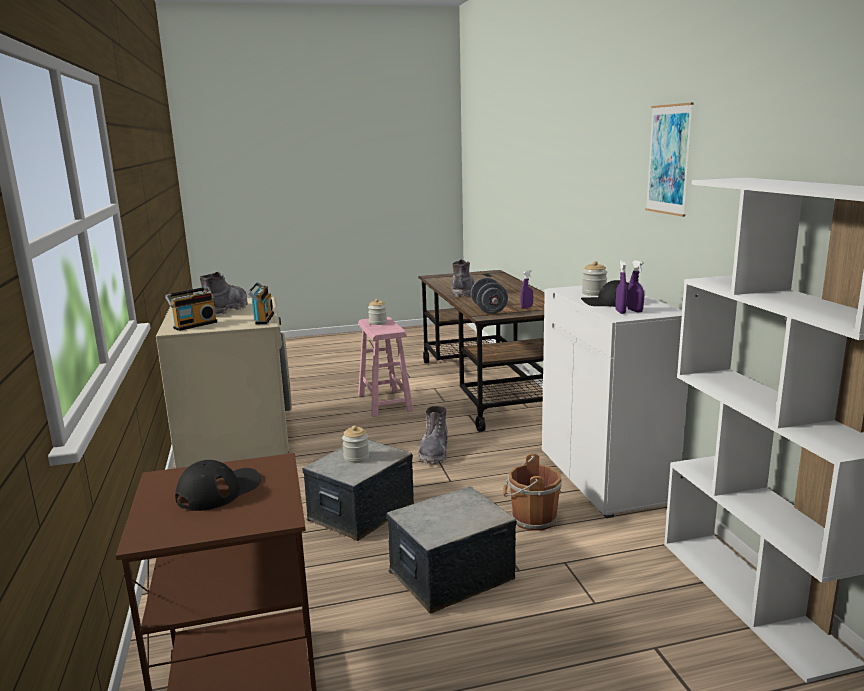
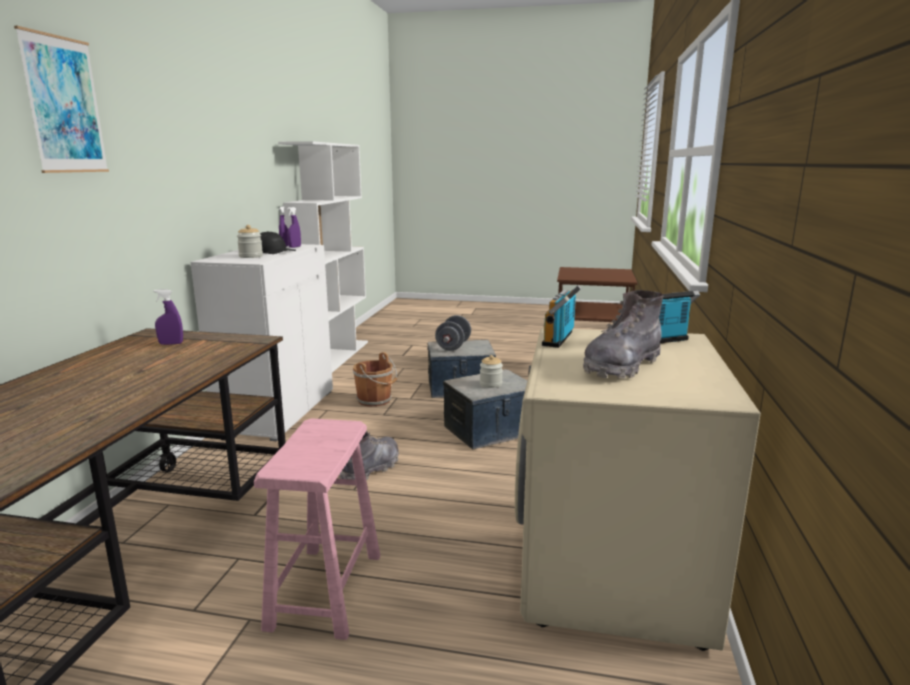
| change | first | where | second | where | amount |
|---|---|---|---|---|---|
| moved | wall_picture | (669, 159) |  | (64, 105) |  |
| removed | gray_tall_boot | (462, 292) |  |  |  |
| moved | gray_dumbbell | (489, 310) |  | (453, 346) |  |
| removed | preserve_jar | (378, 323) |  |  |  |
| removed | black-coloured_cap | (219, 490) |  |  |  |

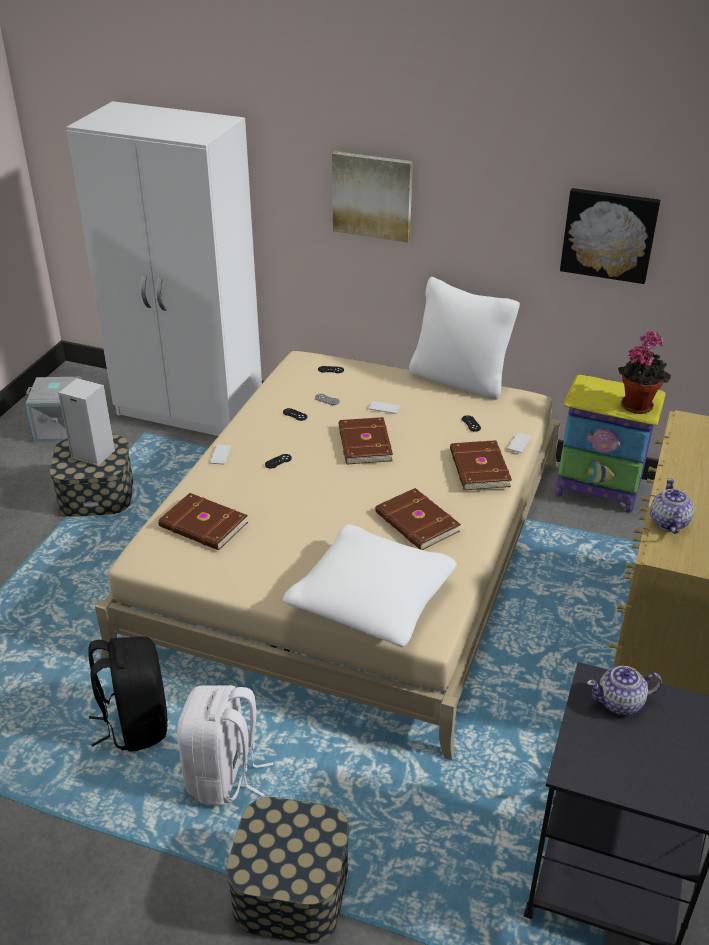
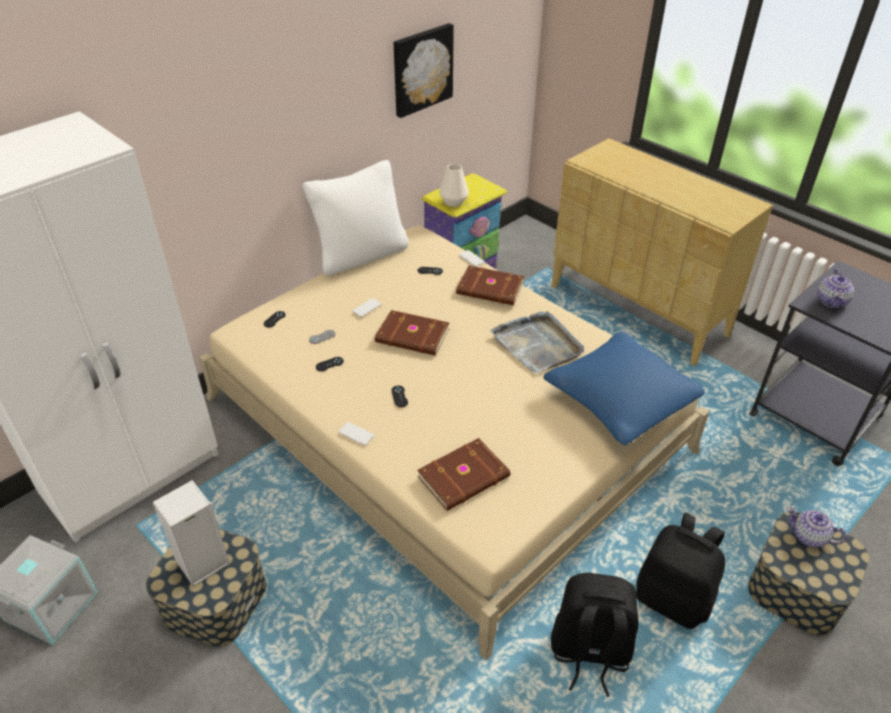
| change | first | where | second | where | amount |
|---|---|---|---|---|---|
| removed | wall_picture | (372, 196) |  |  |  |
| removed | potted_plant | (637, 404) |  |  |  |
| moved | tea_pot | (668, 522) |  | (809, 537) |  |
| replaced | brown-coloured_book | (416, 523) | gray_tray | (538, 344) |  |
| recoloured | white_pillow | (372, 600) | bluish_pillow | (620, 400) |  |
| recoloured | white_backpack | (224, 776) | black-coloured_backpack | (673, 599) |  |
| added |  |  | white_vase | (453, 202) |  |

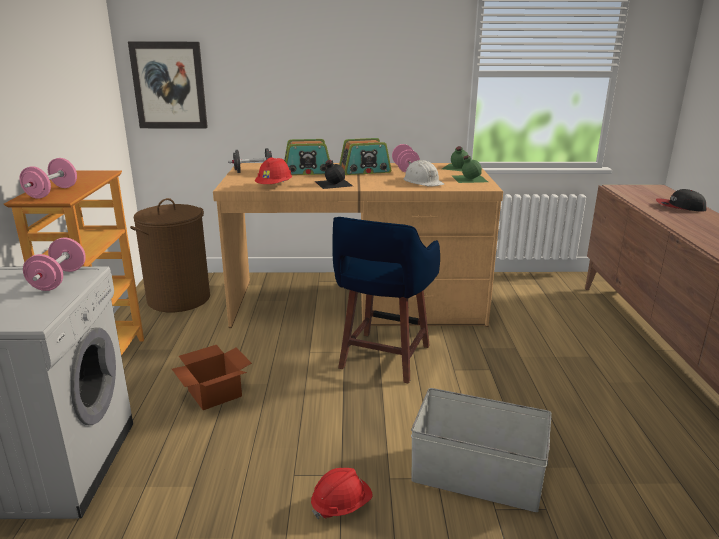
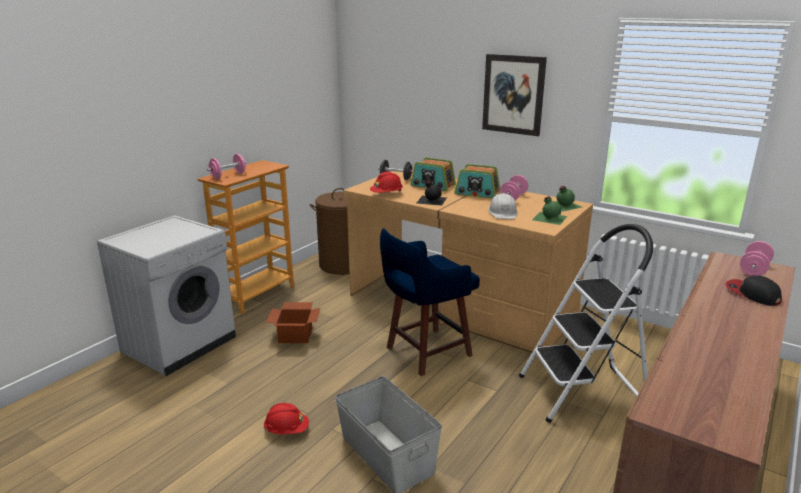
| change | first | where | second | where | amount |
|---|---|---|---|---|---|
| moved | wall_picture | (169, 85) |  | (513, 94) |  |
| moved | pinkish_dumbbell | (59, 280) |  | (754, 269) |  |
| added |  |  | stepladder | (586, 393) |  |

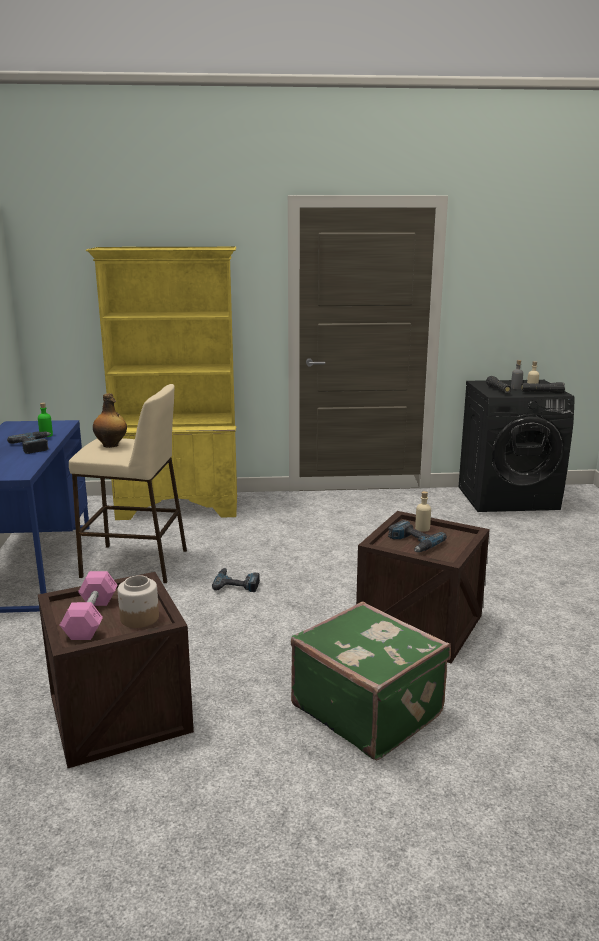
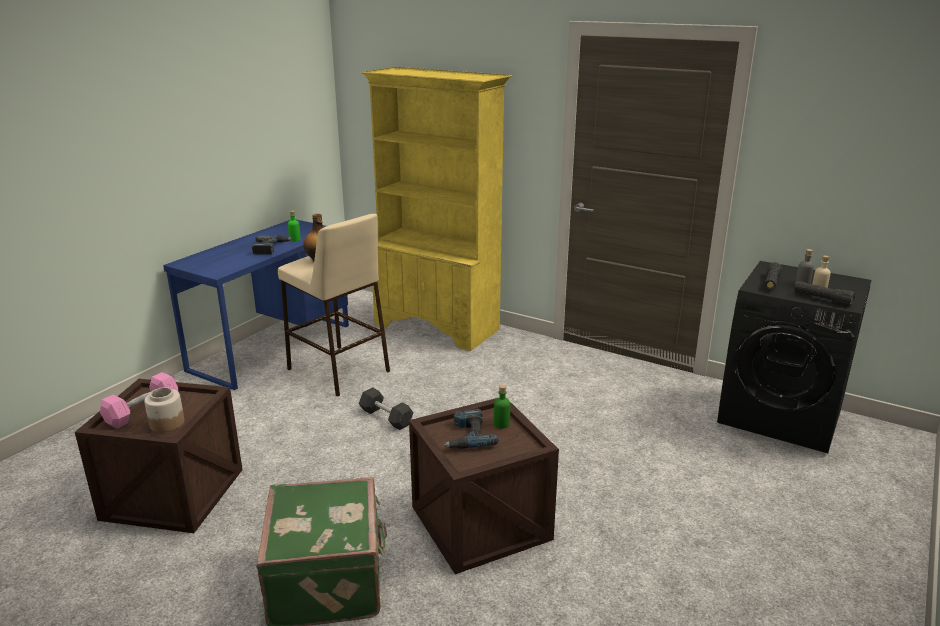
| change | first | where | second | where | amount |
|---|---|---|---|---|---|
| recoloured | beige_beverage_bottle | (422, 528) | green-coloured_beverage_bottle | (501, 424) |  |
| replaced | power_drill | (237, 584) | gray_dumbbell | (386, 417) |  |

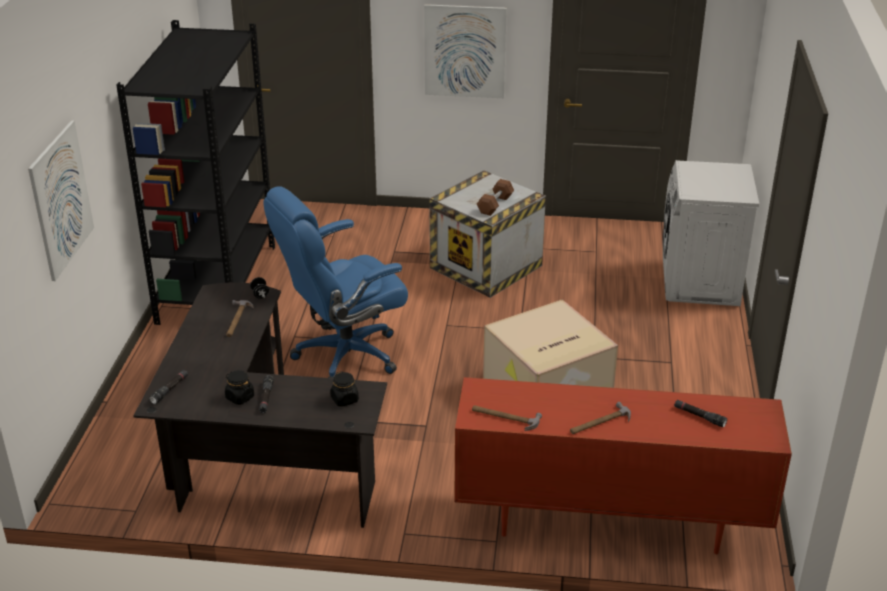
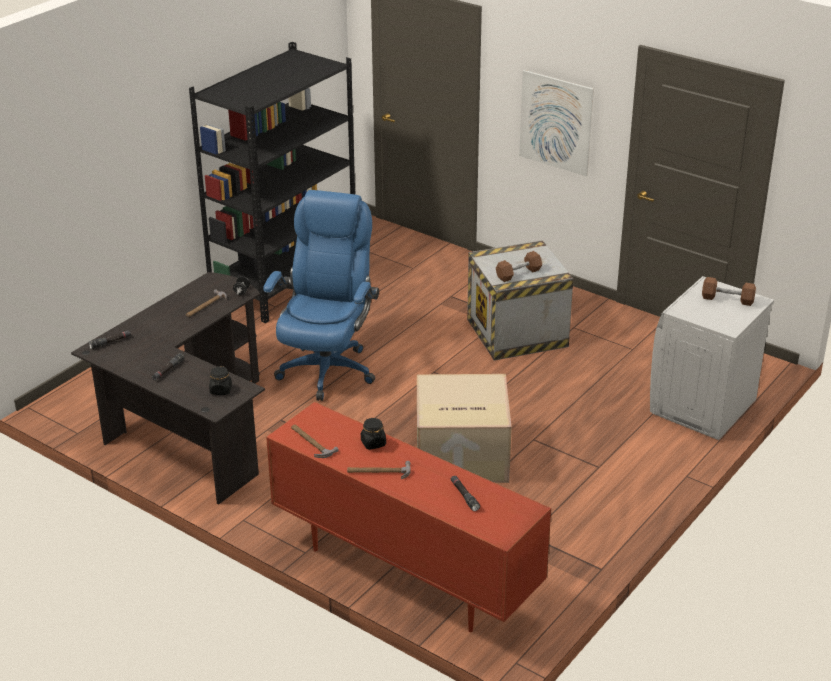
| change | first | where | second | where | amount |
|---|---|---|---|---|---|
| removed | wall_picture | (61, 200) |  |  |  |
| turned | bluish_computer_chair | (344, 356) |  | (327, 370) | 105 degrees clockwise |
| moved | black-coloured_preserve_jar | (239, 397) |  | (373, 443) |  |
| added |  |  | brown-coloured_dumbbell | (727, 299) |  |

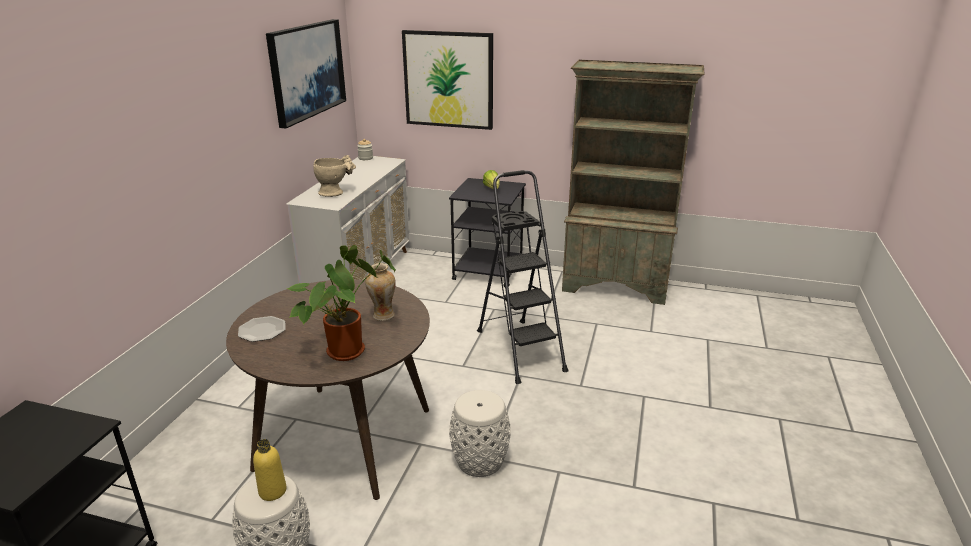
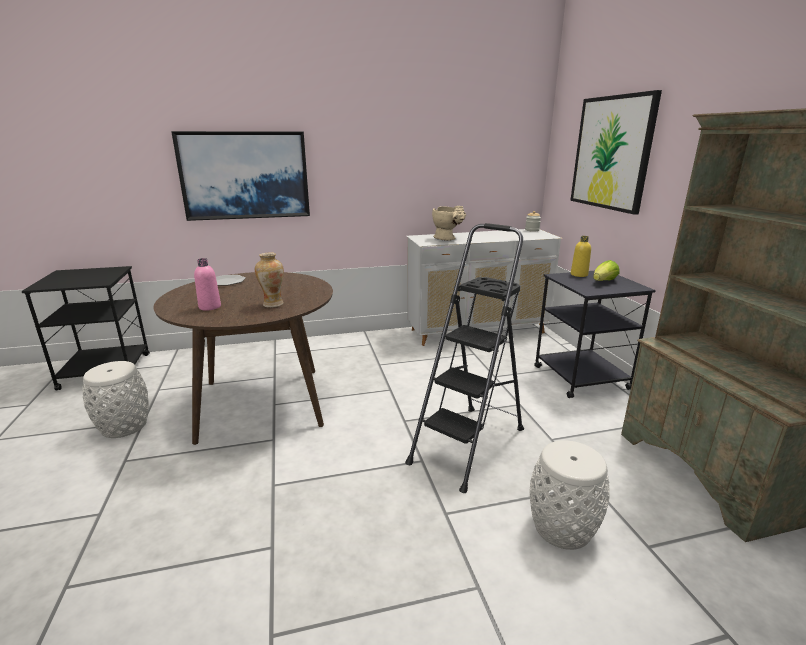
| change | first | where | second | where | amount |
|---|---|---|---|---|---|
| moved | wall_picture | (307, 70) |  | (245, 175) |  |
| replaced | potted_plant | (347, 349) | pinkish_beverage_bottle | (210, 307) |  |
| moved | white_stool_seat | (480, 461) |  | (562, 528) |  |
| moved | yellow-coloured_beverage_bottle | (272, 491) |  | (579, 275) |  |

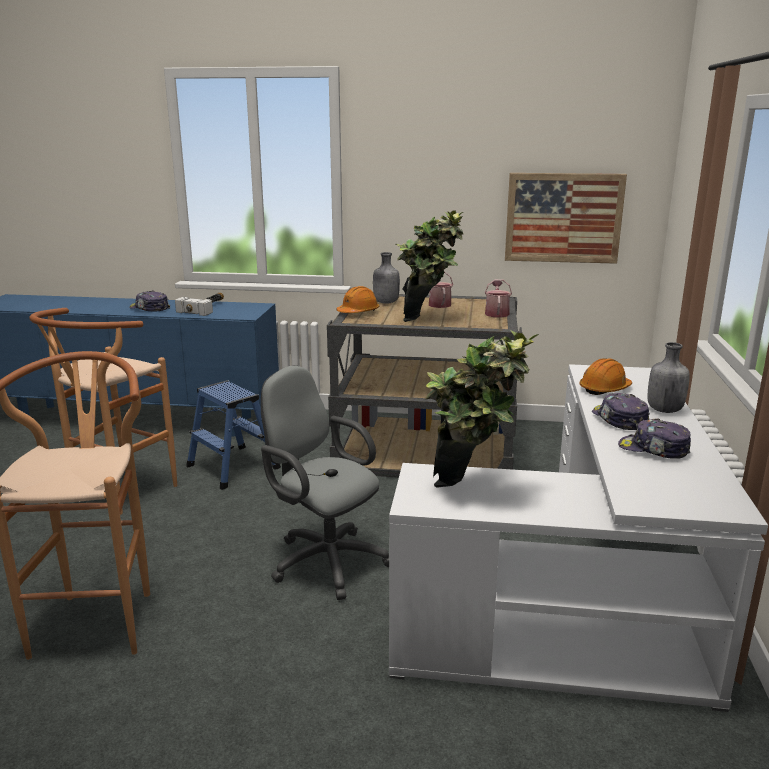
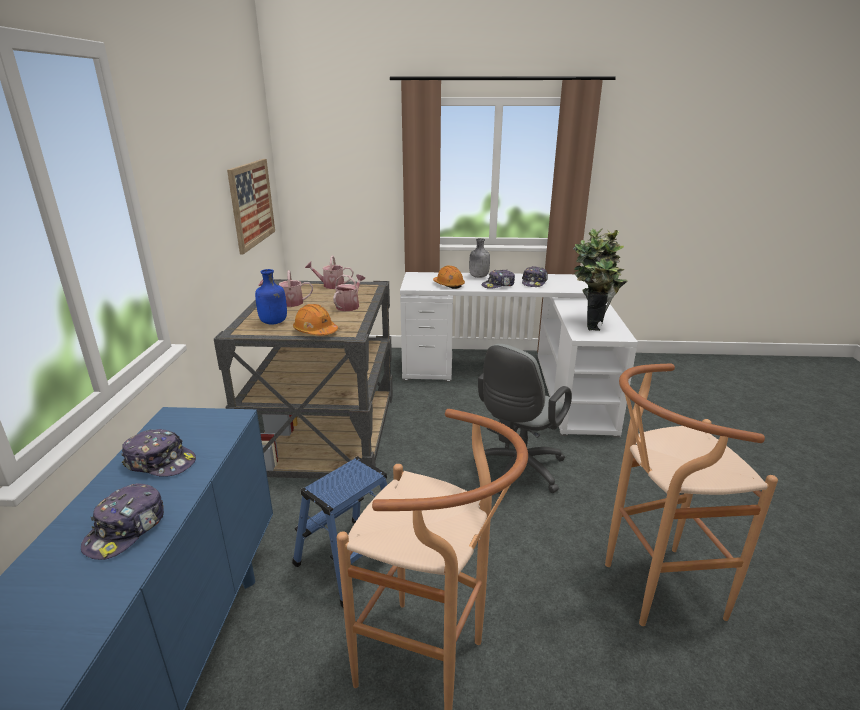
| change | first | where | second | where | amount |
|---|---|---|---|---|---|
| replaced | potted_plant | (428, 320) | watering_pot | (349, 306) |  |
| recoloured | gray_beverage_bottle | (385, 302) | bluish_beverage_bottle | (274, 323) |  |
| replaced | tool_hammer | (206, 308) | cap | (161, 462) |  |

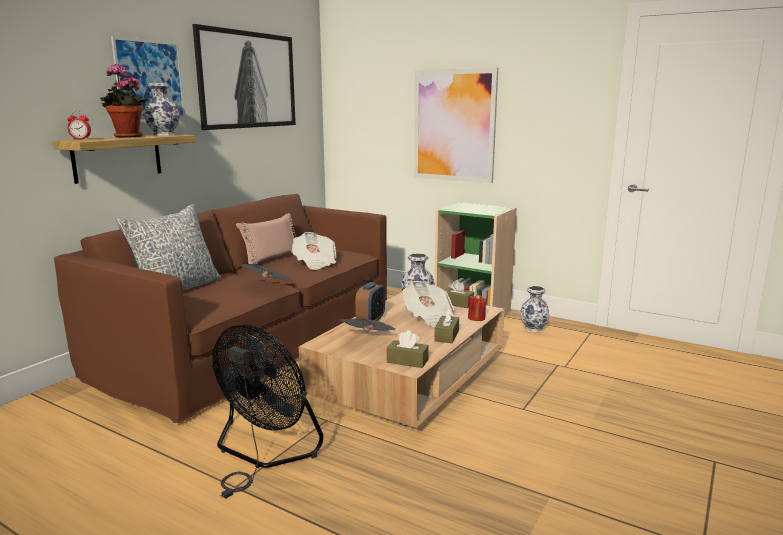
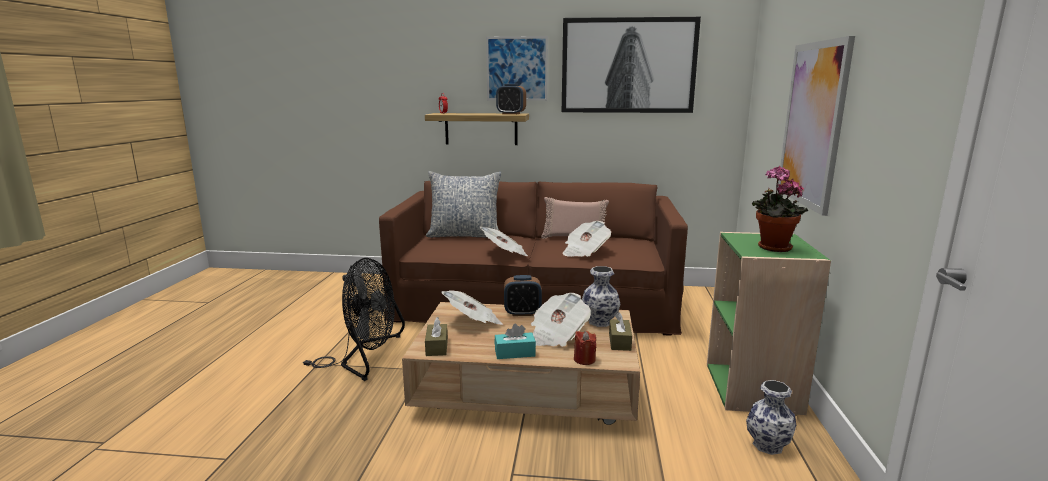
| change | first | where | second | where | amount |
|---|---|---|---|---|---|
| moved | potted_plant | (127, 137) |  | (771, 248) |  |
| replaced | vase | (164, 134) | bedside_clock | (511, 114) |  |
| recoloured | brown-coloured_tissue_holder | (446, 336) | blue-green_tissue_holder | (515, 353) |  |

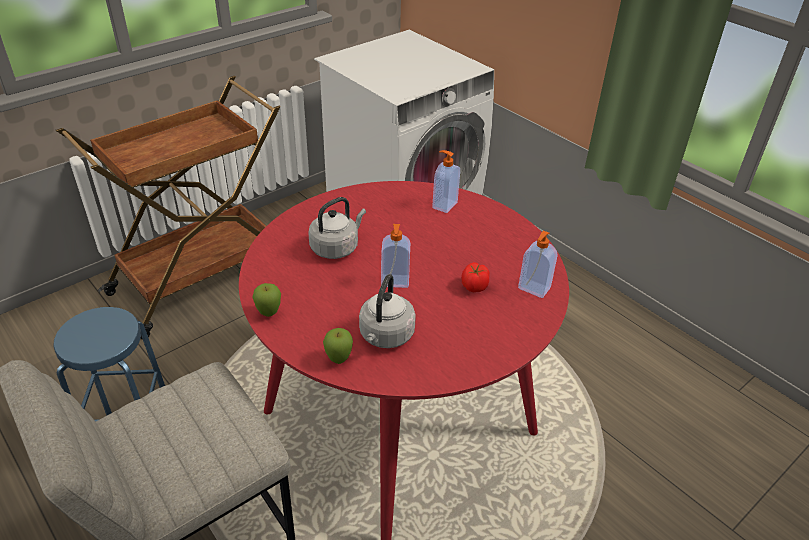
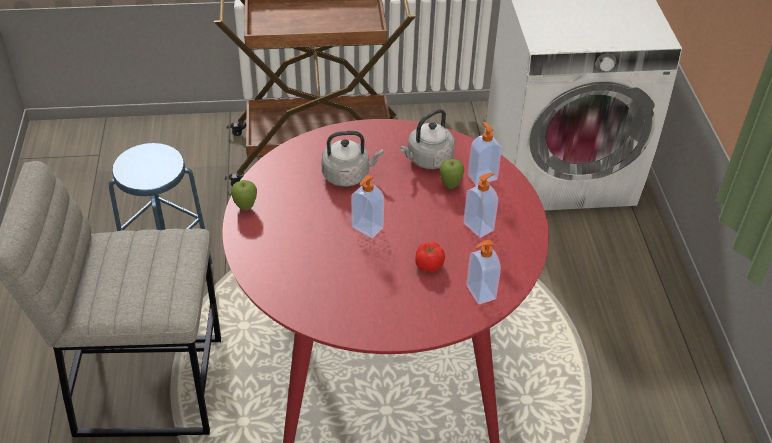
| change | first | where | second | where | amount |
|---|---|---|---|---|---|
| moved | gray_tea_kettle | (385, 336) |  | (428, 160) |  |
| moved | apple | (339, 360) |  | (450, 186) |  |
| added |  |  | soap_bottle | (479, 226) |  |

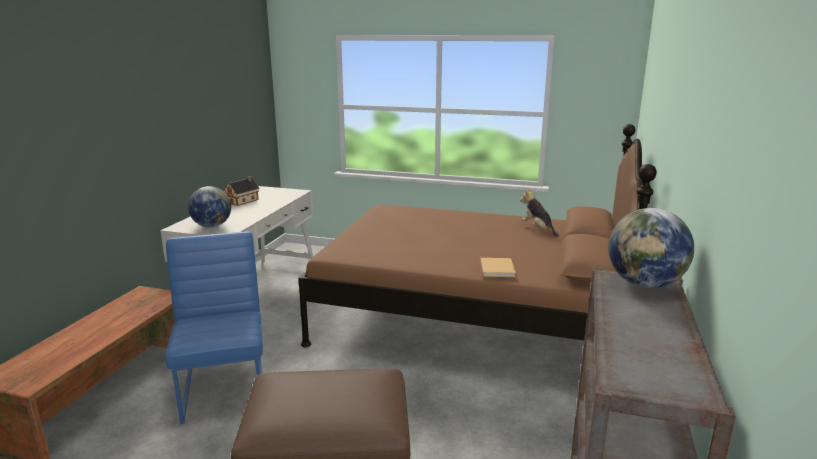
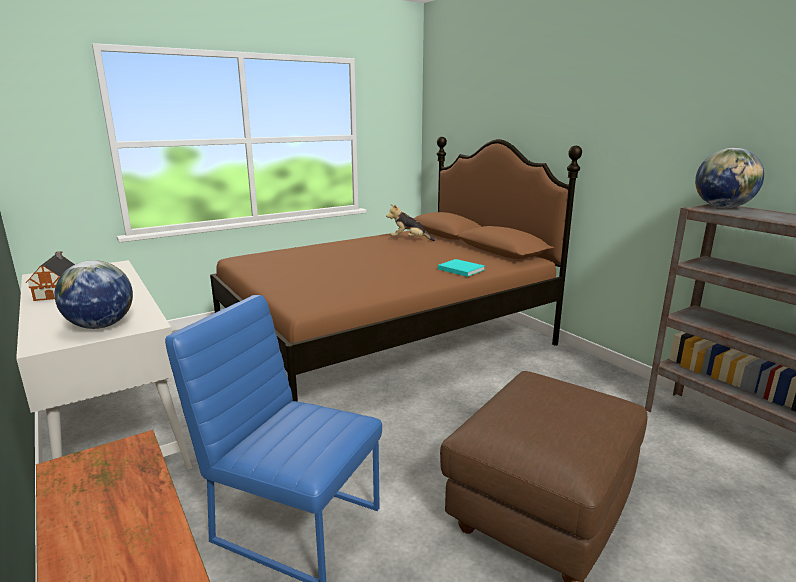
| change | first | where | second | where | amount |
|---|---|---|---|---|---|
| recoloured | beige_book | (497, 268) | blue-green_book | (460, 269) |  |

